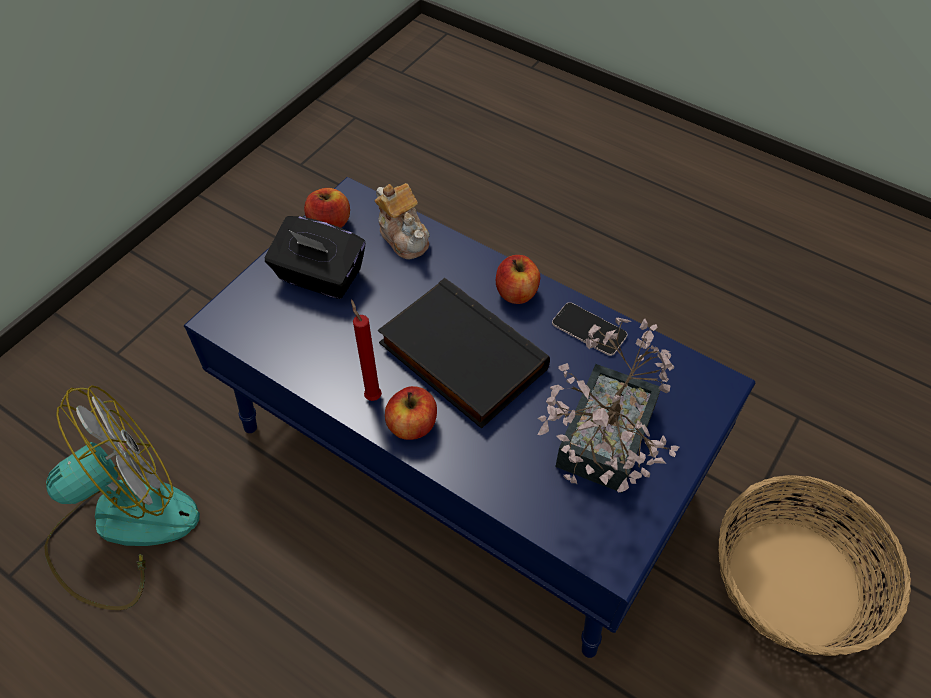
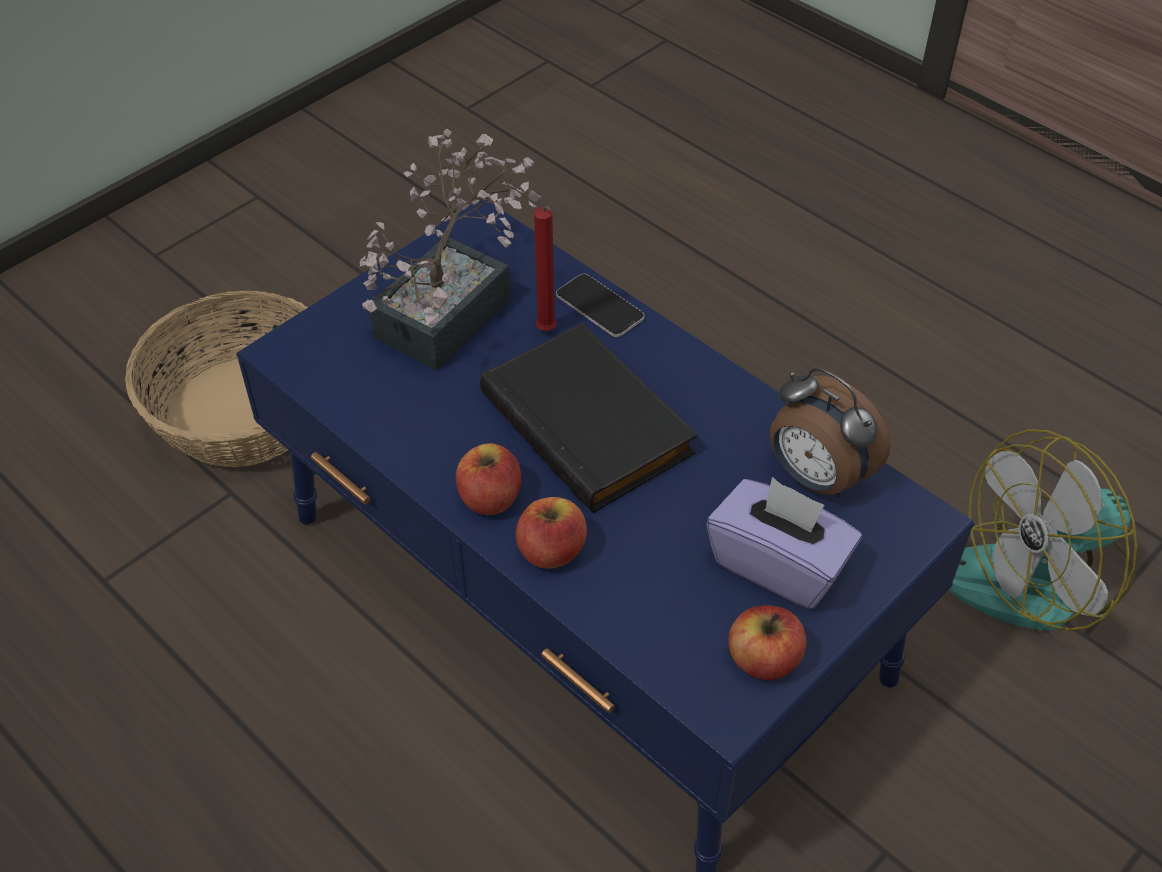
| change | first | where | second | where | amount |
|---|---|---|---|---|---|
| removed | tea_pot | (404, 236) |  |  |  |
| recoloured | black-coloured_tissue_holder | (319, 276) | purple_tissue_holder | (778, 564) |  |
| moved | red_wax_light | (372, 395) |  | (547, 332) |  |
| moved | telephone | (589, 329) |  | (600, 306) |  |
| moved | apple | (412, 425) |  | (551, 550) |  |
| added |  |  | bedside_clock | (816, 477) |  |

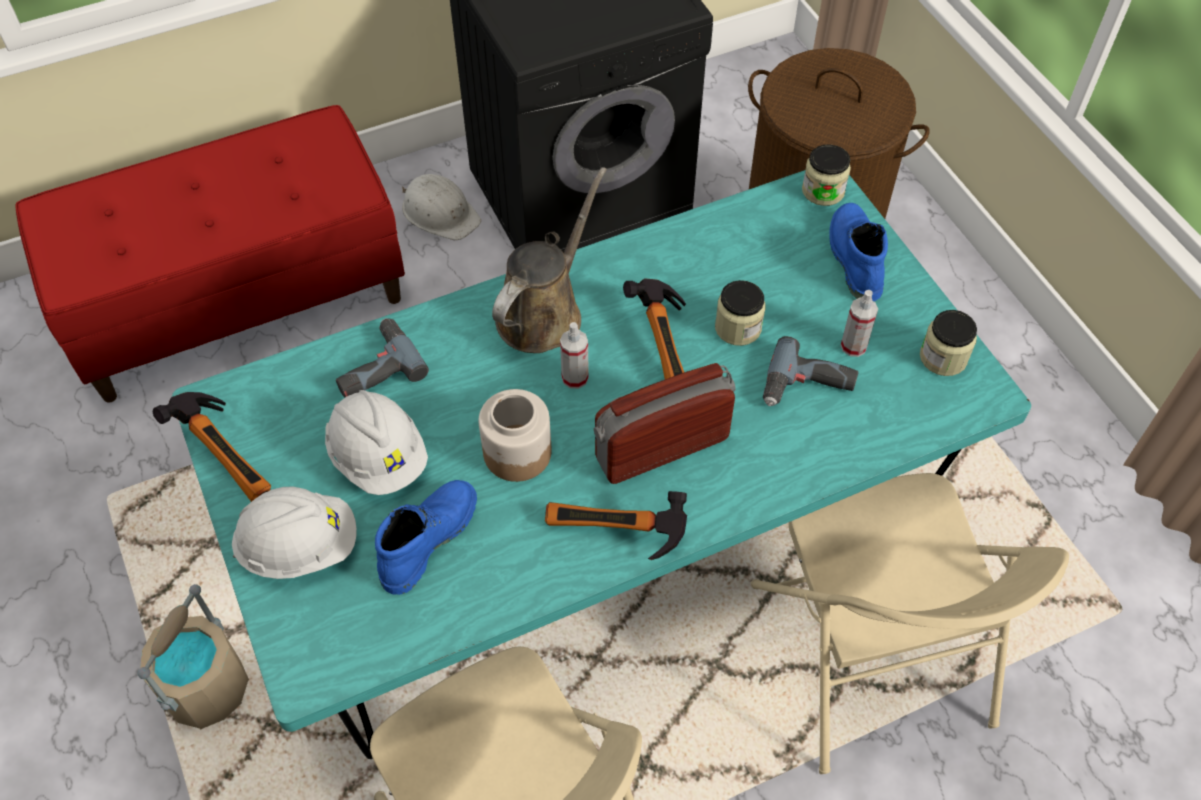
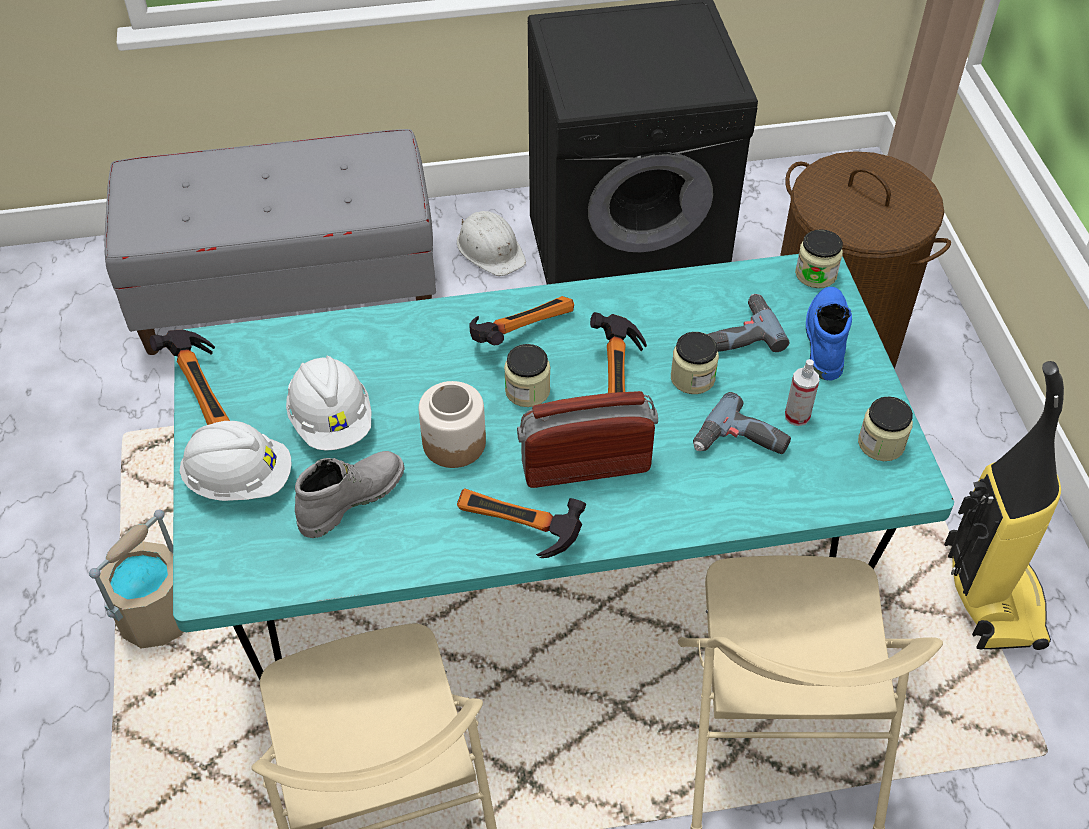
| change | first | where | second | where | amount |
|---|---|---|---|---|---|
| recoloured | red_long_seat | (240, 303) | gray_long_seat | (288, 293) |  |
| replaced | brown-coloured_watering_pot | (544, 312) | tool_hammer | (519, 330) |  |
| moved | power_drill | (374, 366) |  | (738, 332) |  |
| replaced | hand_sprayer | (575, 378) | preserve_jar | (527, 391) |  |
| recoloured | bluish_tall_boot | (427, 539) | gray_tall_boot | (350, 498) |  |
| added |  |  | vacuum | (989, 594) |  |

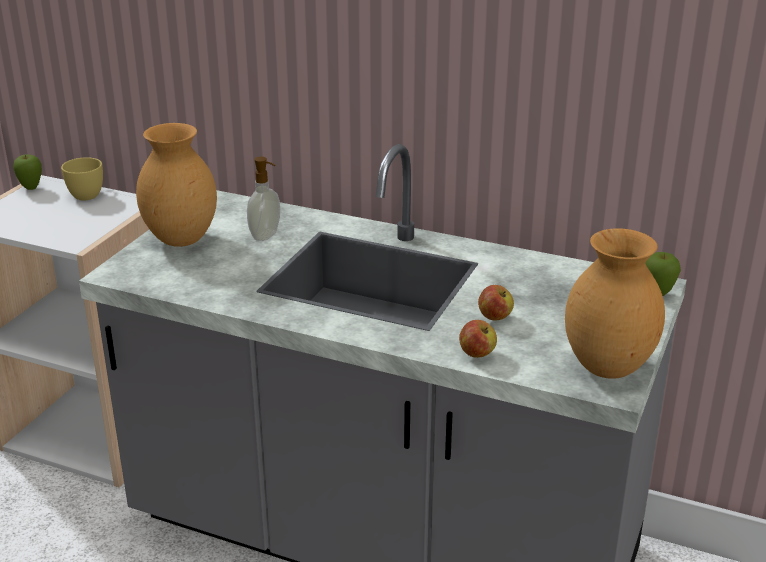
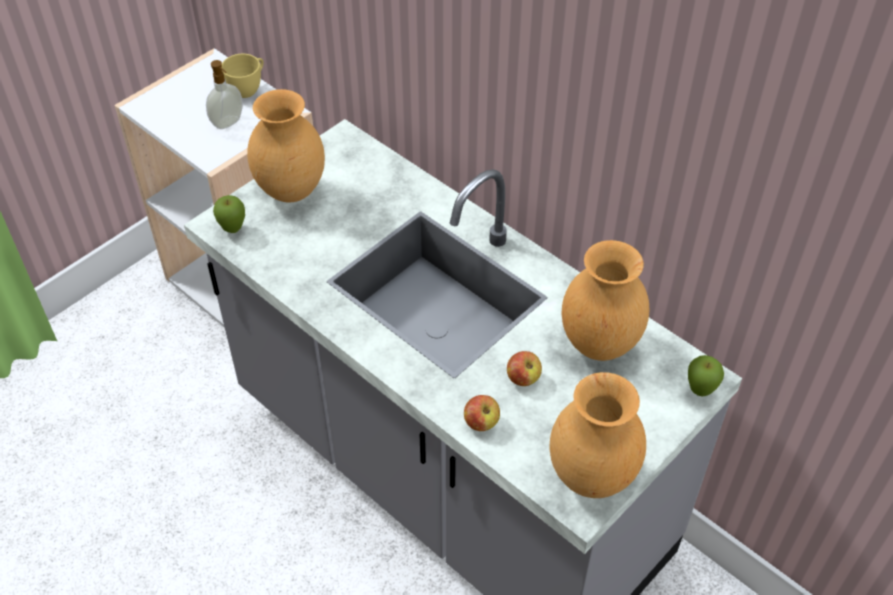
| change | first | where | second | where | amount |
|---|---|---|---|---|---|
| moved | apple | (31, 188) |  | (233, 229) |  |
| moved | soap_bottle | (266, 236) |  | (228, 123) |  |
| added |  |  | brown-coloured_vase | (599, 344) |  |

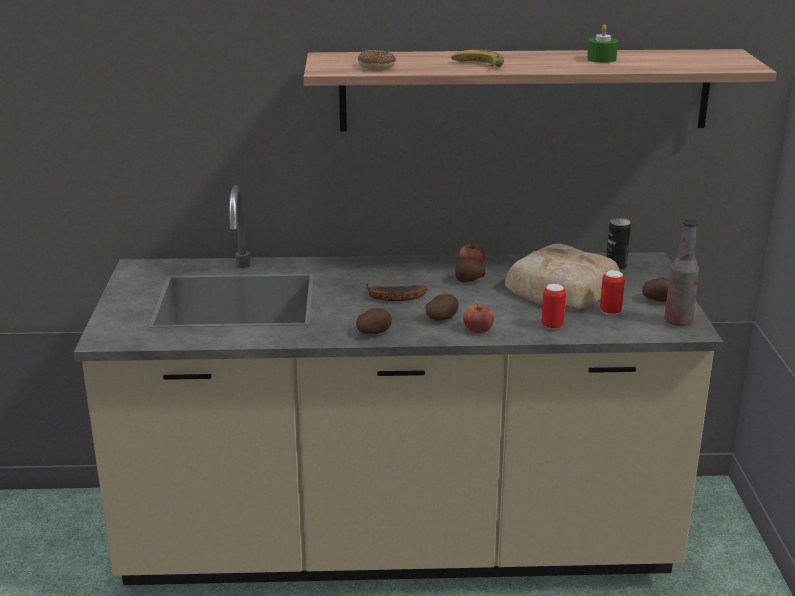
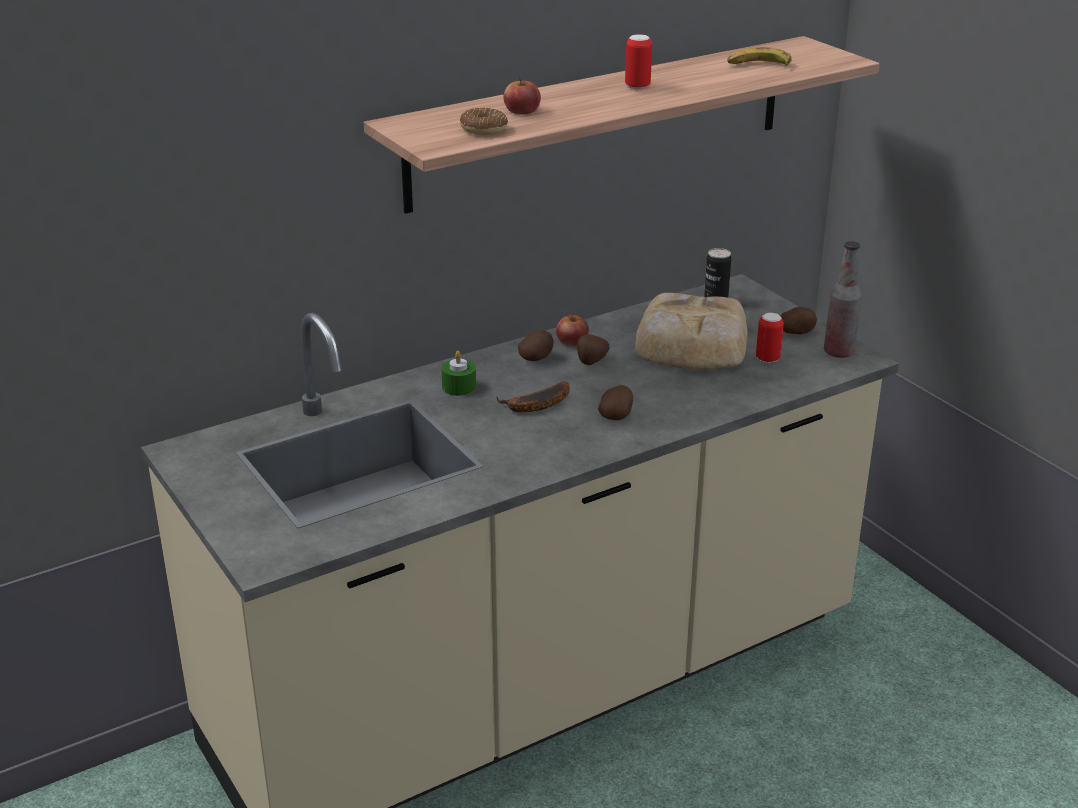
| change | first | where | second | where | amount |
|---|---|---|---|---|---|
| moved | green-coloured_wax_light | (601, 59) |  | (459, 387) |  |
| moved | banana_fruit | (477, 64) |  | (758, 65) |  |
| moved | can | (552, 326) |  | (637, 86) |  |
| moved | apple | (478, 328) |  | (522, 110) |  |
| moved | potato | (374, 333) |  | (537, 358) |  |

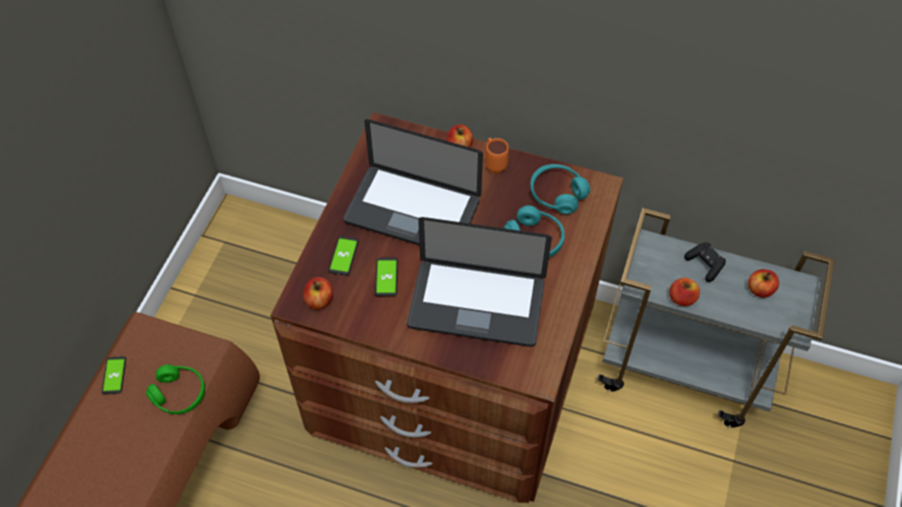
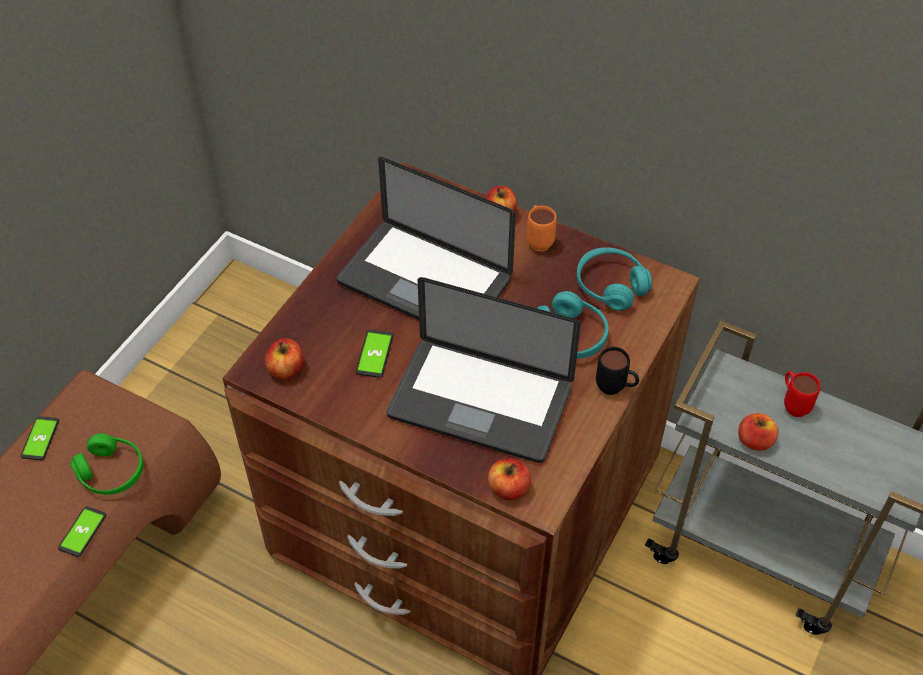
| change | first | where | second | where | amount |
|---|---|---|---|---|---|
| moved | telephone | (343, 256) |  | (82, 532) |  |
| replaced | black-coloured_game_controller | (704, 265) | red_tea_mug | (793, 404) |  |
| moved | apple | (760, 290) |  | (508, 489) |  |
| added |  |  | black-coloured_tea_mug | (615, 389) |  |

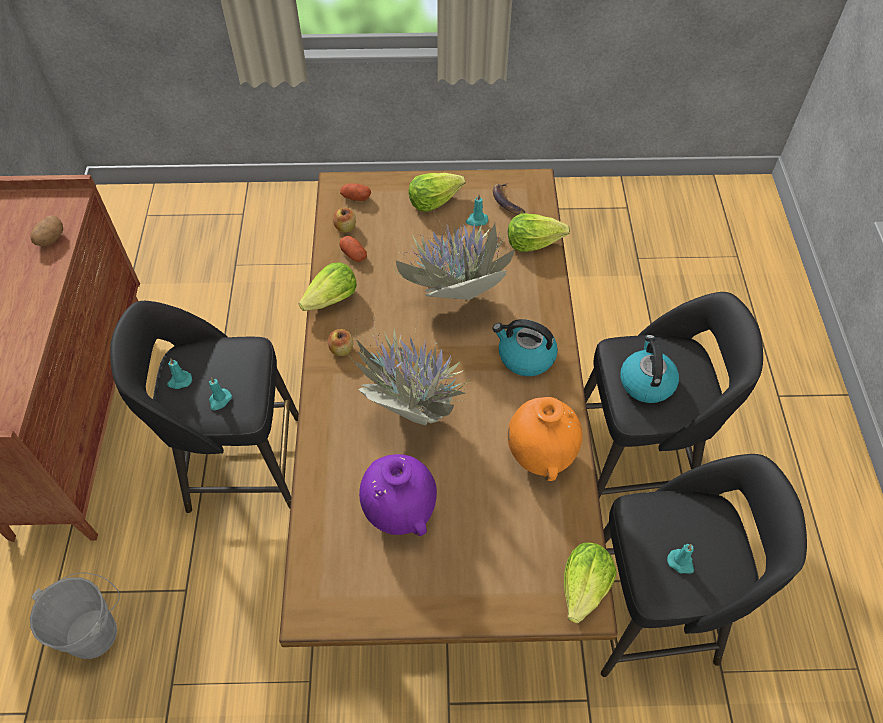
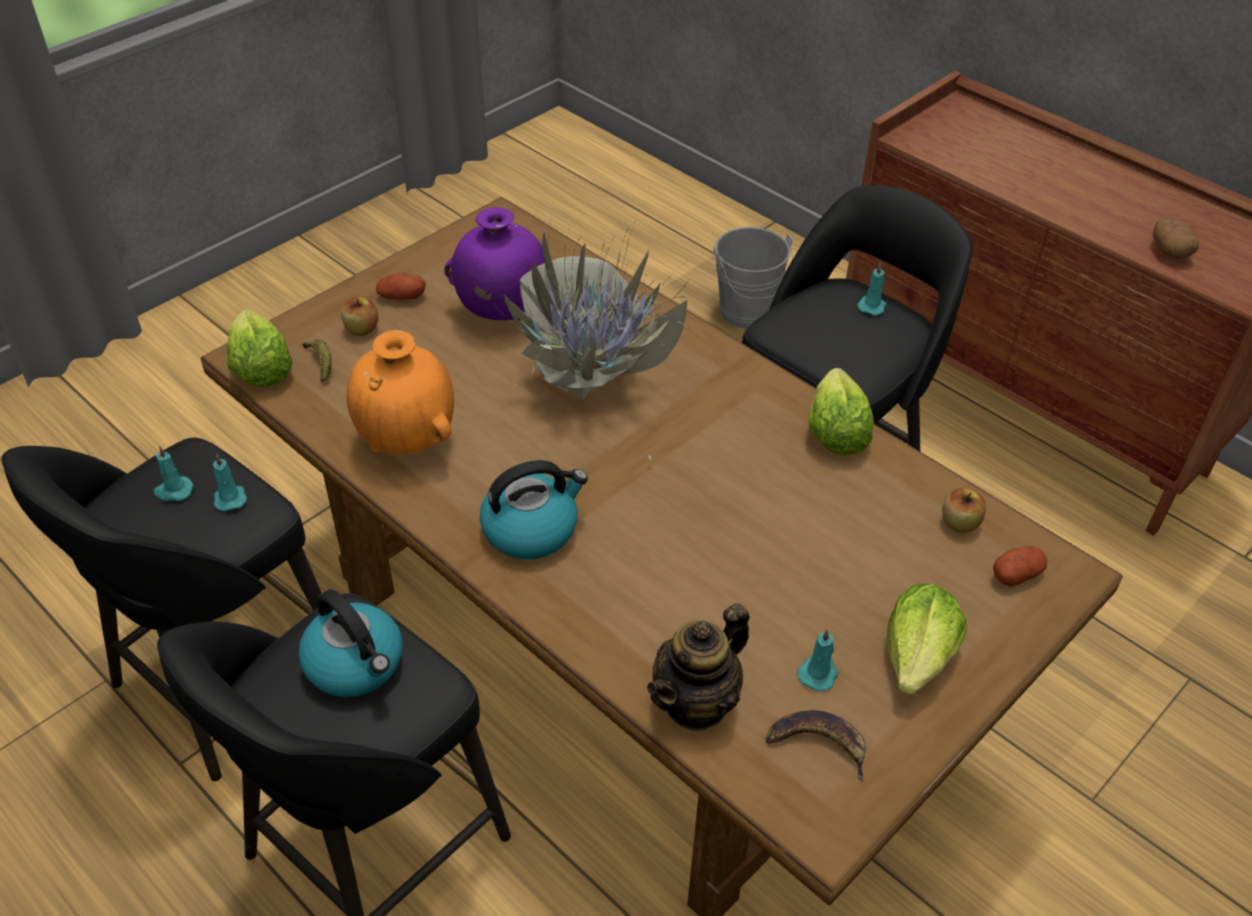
| change | first | where | second | where | amount |
|---|---|---|---|---|---|
| removed | potted_plant | (455, 298) |  |  |  |
| replaced | lettuce | (533, 242) | tea_pot | (697, 703) |  |
| moved | potato | (354, 254) |  | (402, 297) |  |
| moved | apple | (341, 349) |  | (362, 329) |  |
| moved | blue-green_wax_light | (219, 400) |  | (230, 498) |  |
| added |  |  | banana_fruit | (321, 363) |  |

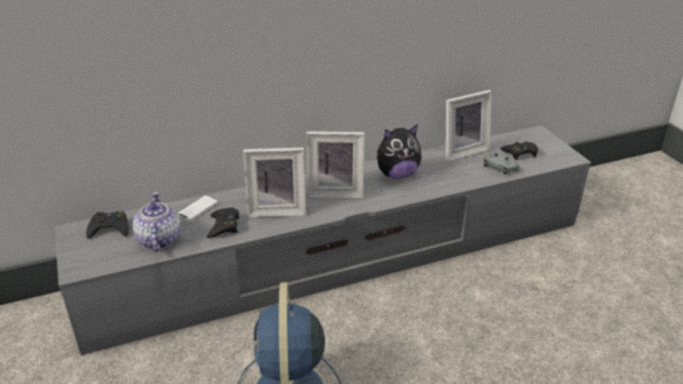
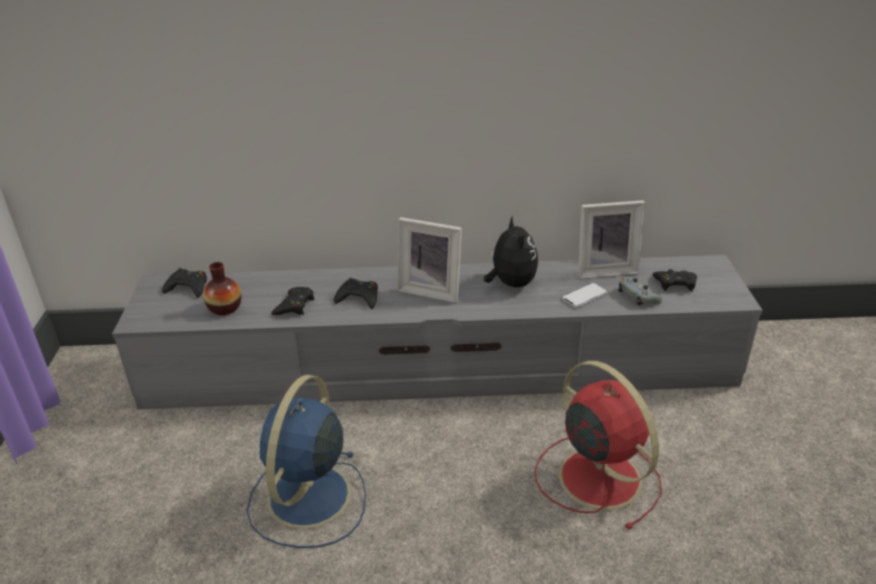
| change | first | where | second | where | amount |
|---|---|---|---|---|---|
| turned | soft_toy | (397, 174) |  | (510, 283) | 105 degrees counterclockwise |
| replaced | picture_frame | (277, 209) | black-coloured_game_controller | (358, 298) |  |
| replaced | tea_pot | (158, 240) | vase | (225, 308) |  |
| moved | telephone | (198, 208) |  | (584, 296) |  |
| added |  |  | red_cooling_fan | (596, 476) |  |

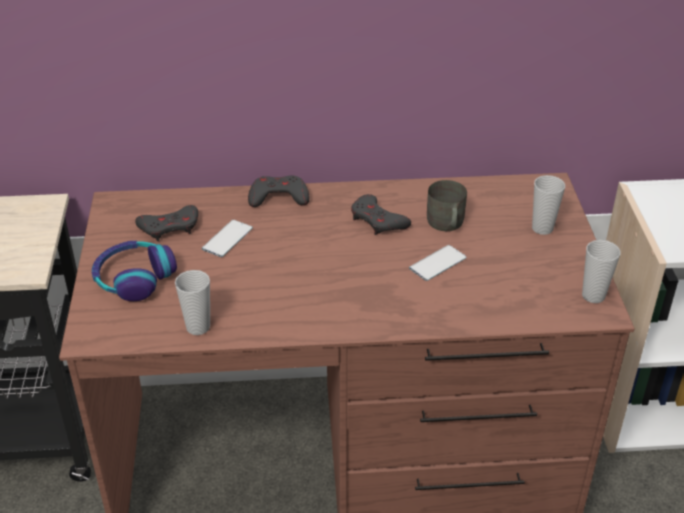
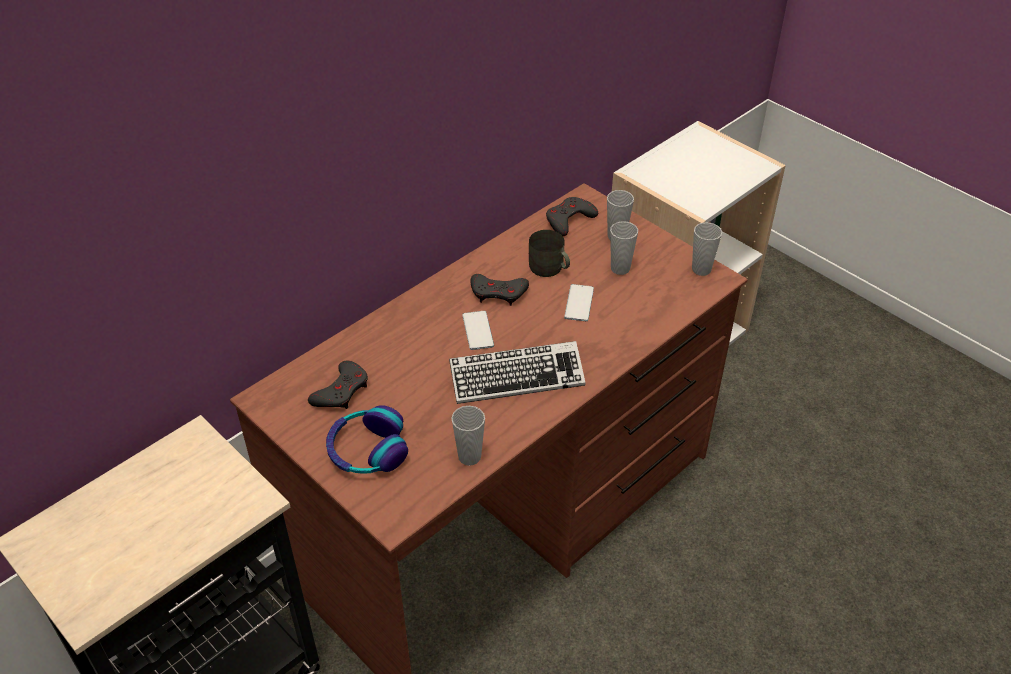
| change | first | where | second | where | amount |
|---|---|---|---|---|---|
| moved | gray_game_controller | (278, 197) |  | (569, 220) |  |
| moved | telephone | (227, 239) |  | (478, 330) |  |
| added |  |  | cup | (620, 268) |  |
| added |  |  | keyboard | (517, 378) |  |

